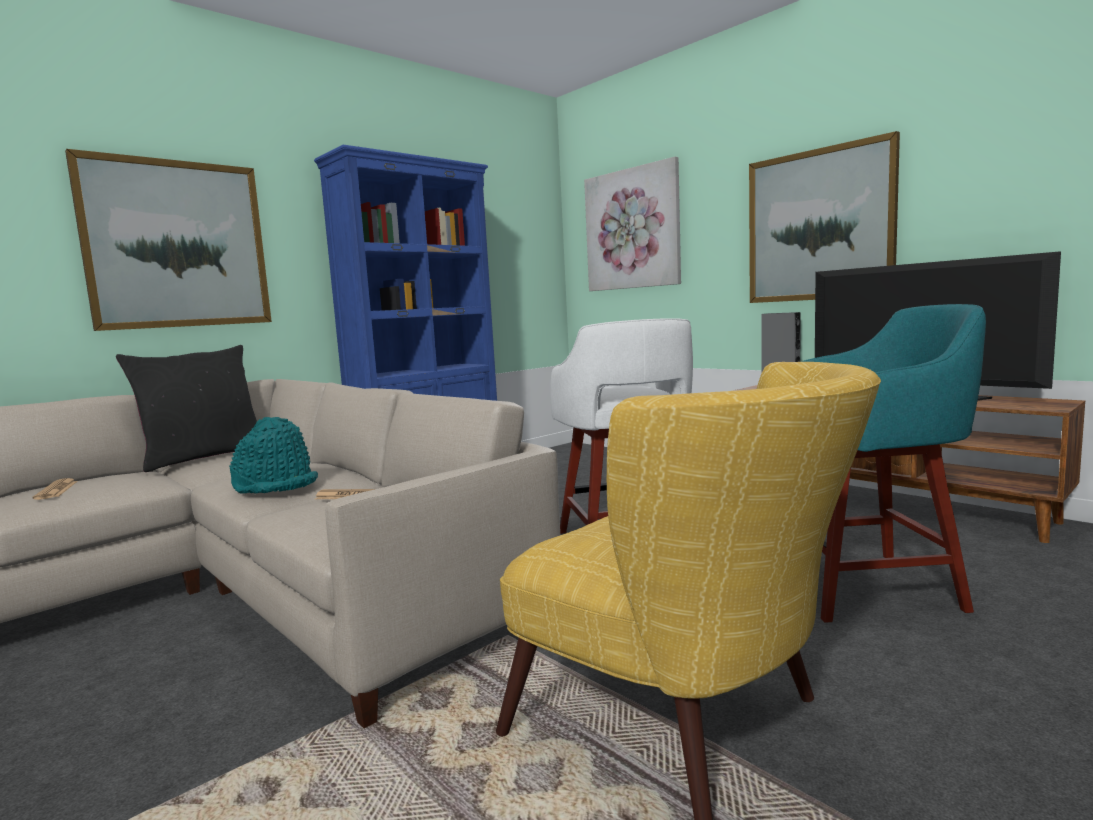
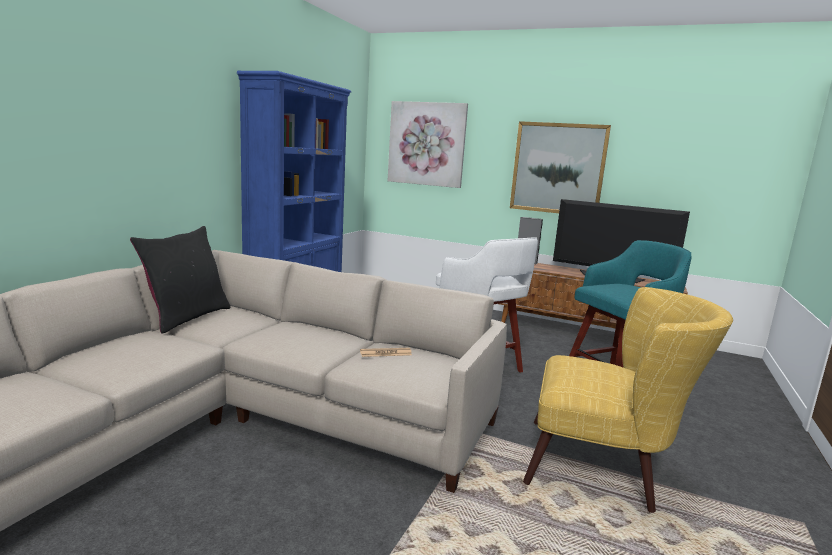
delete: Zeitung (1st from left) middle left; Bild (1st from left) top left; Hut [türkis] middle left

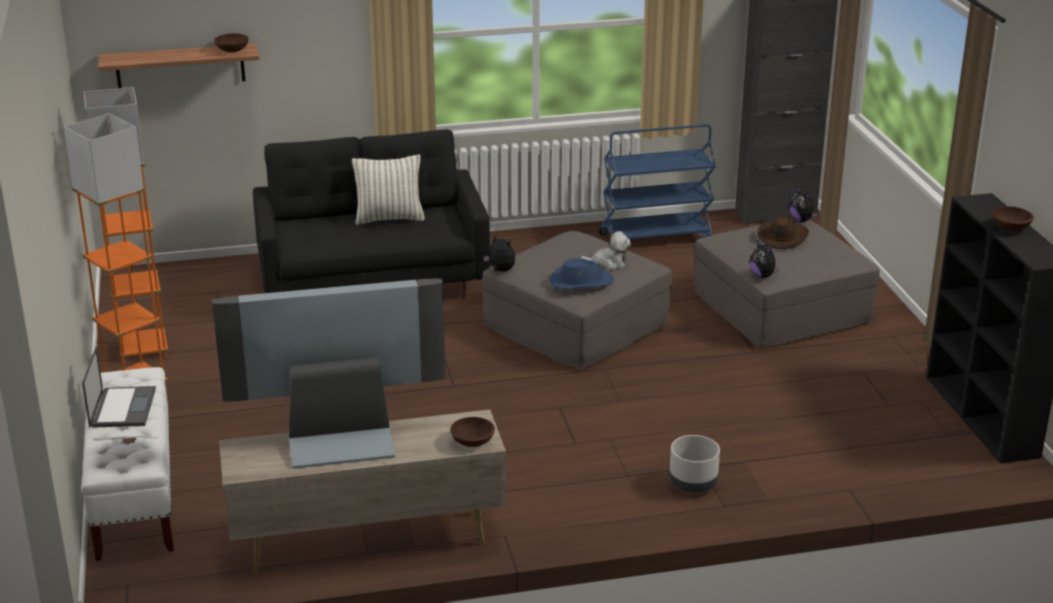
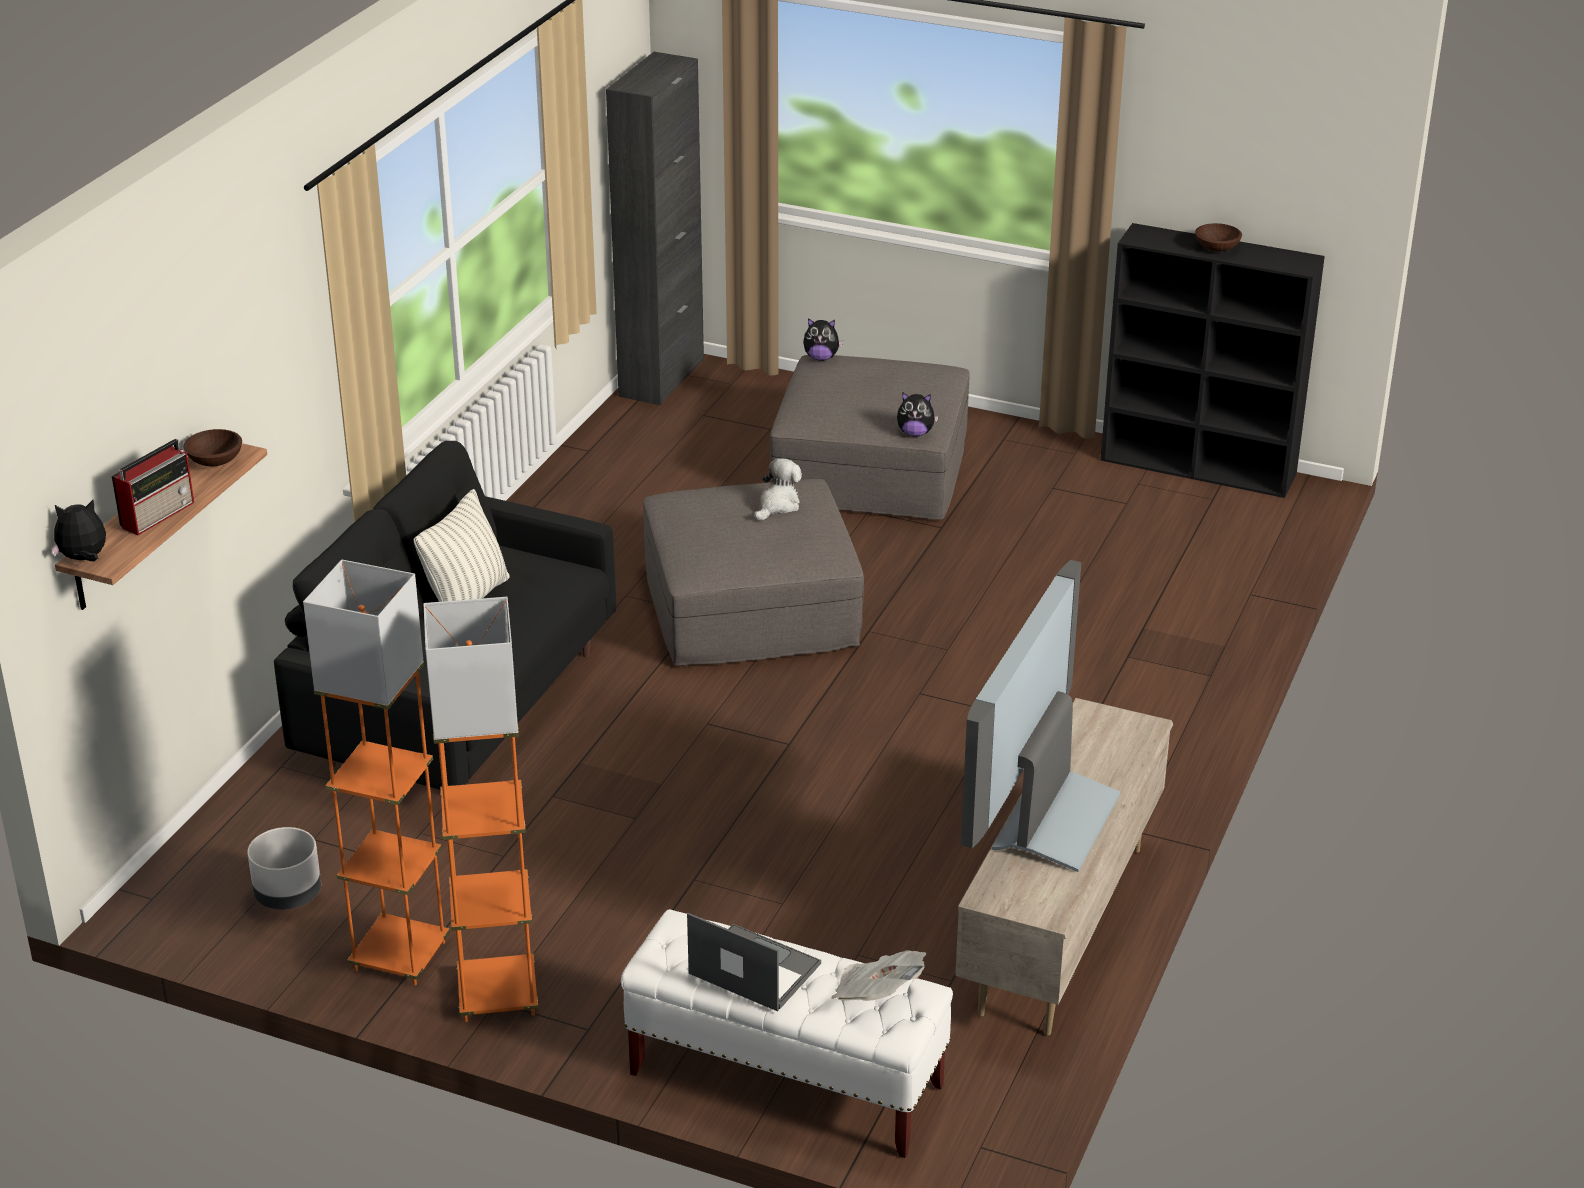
delete: Schüssel [braun] (2nd from left) bottom centre; Hut [blau] centre; Rollwagen [blau] top centre; Hut [braun] middle right
insert: Radio middle left
move: Plüschtier (1st from left) centre to middle left; Pflanzkübel [grau] bottom centre to bottom left

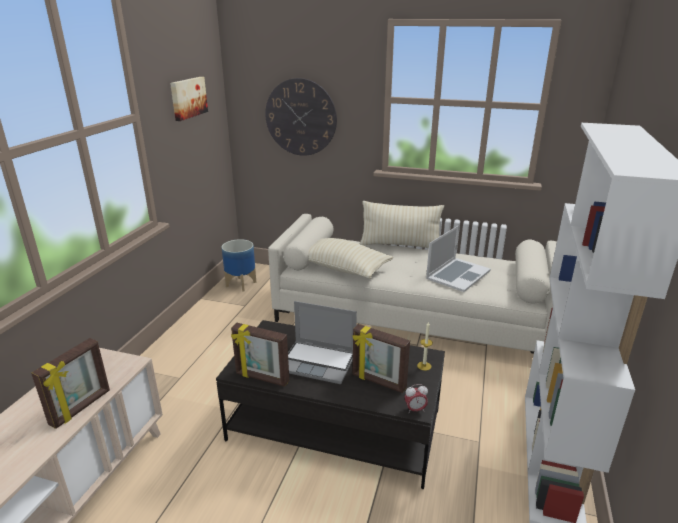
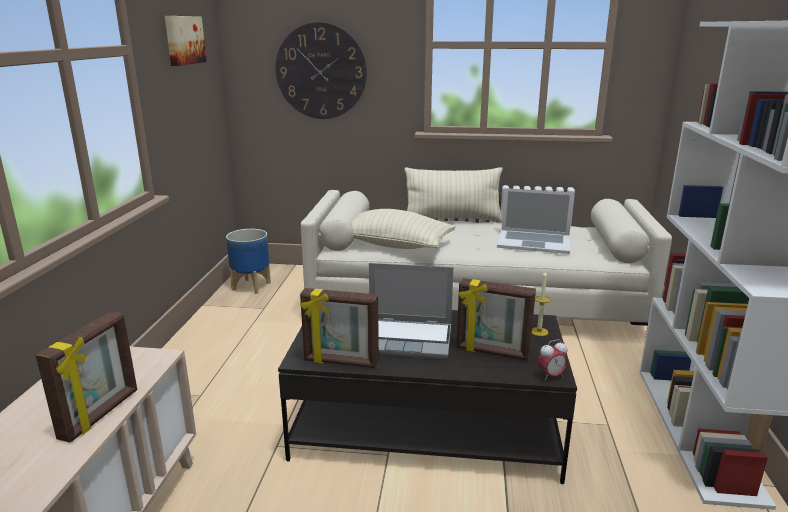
rotate: Laptop (2nd from left) middle right = middle right 75 degrees clockwise

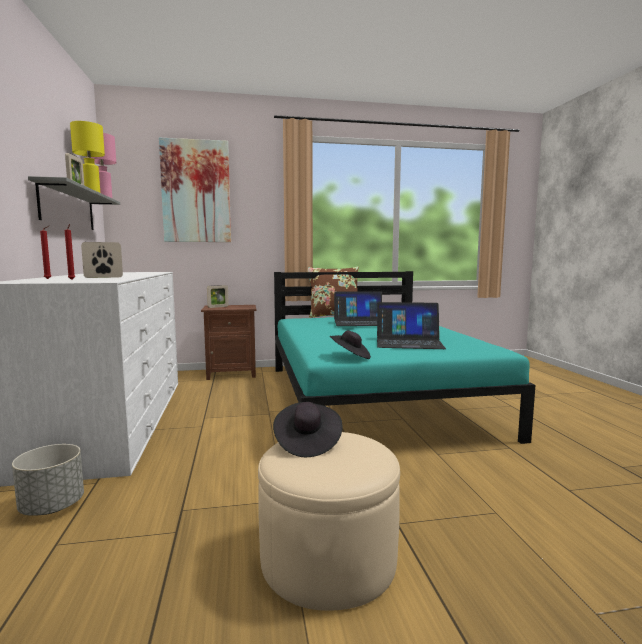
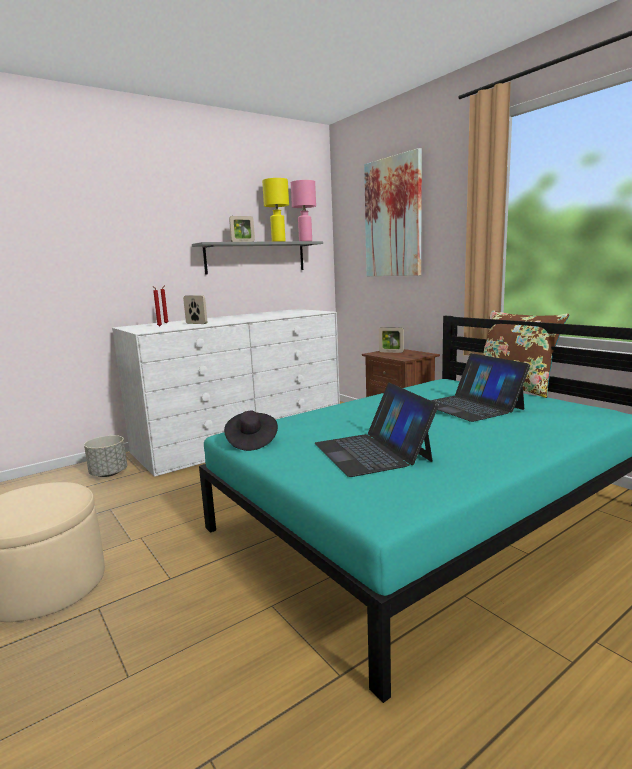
delete: Hut [schwarz] (1st from left) centre

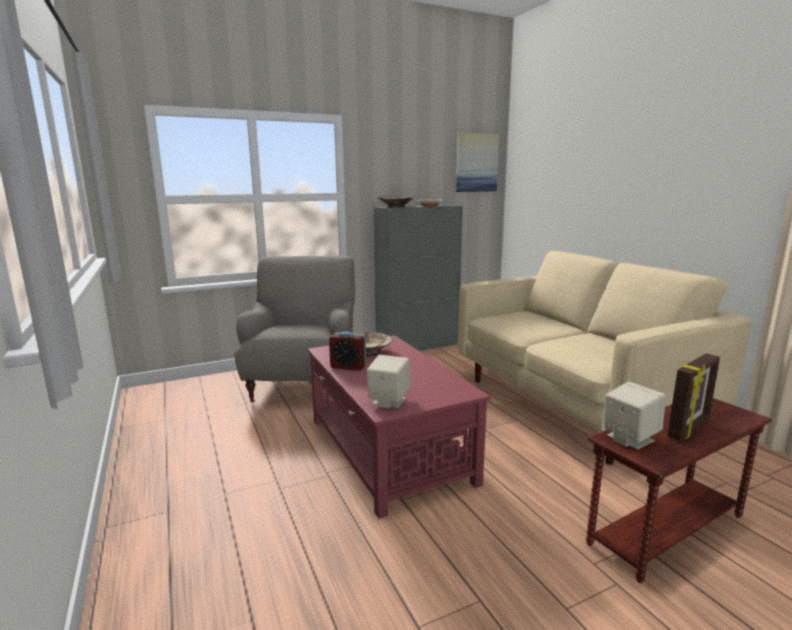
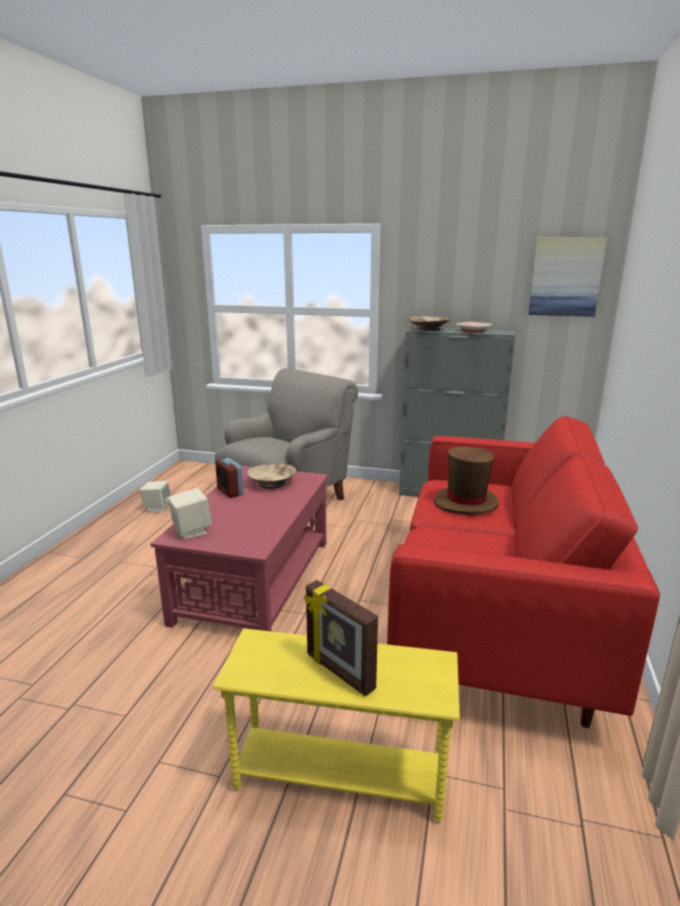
insert: Hut [braun] middle right
move: Lautsprecher [beige] (2nd from left in the first image) middle right to Lautsprecher [beige] (1st from left) middle left
recolor: Beistelltisch [braun] bottom right to Beistelltisch [gelb] bottom centre; Sofa [beige] middle right to Sofa [rot] middle right
rotate: Bilderrahmen middle right = bottom centre 45 degrees clockwise

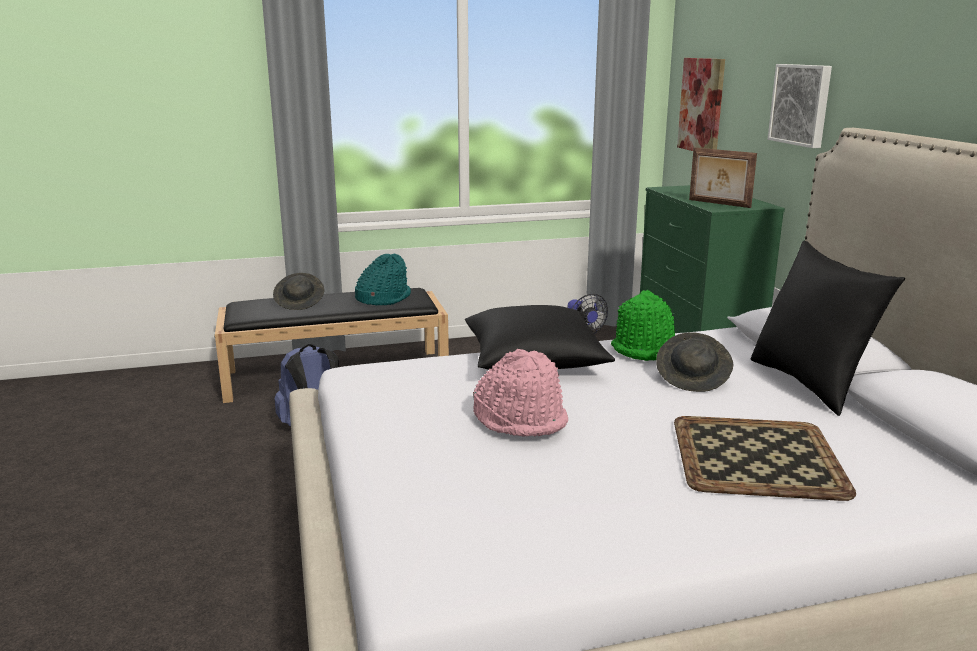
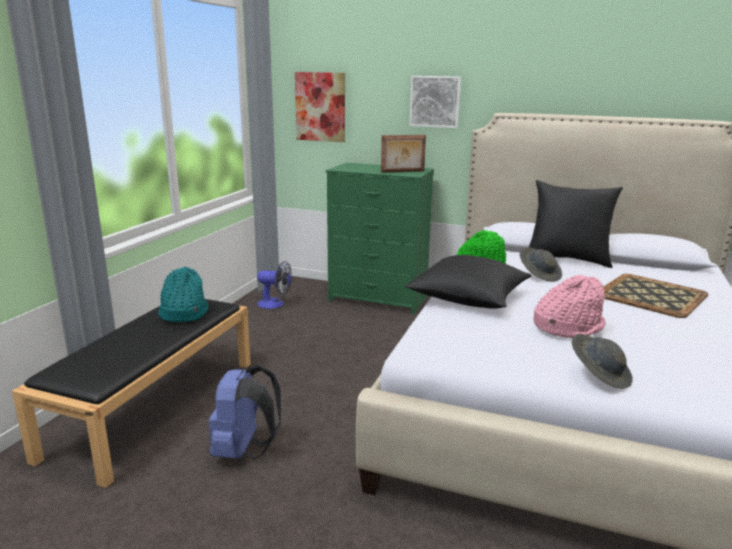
move: Hut [grau] (1st from left in the first image) middle left to Hut [grau] (2nd from left) middle right

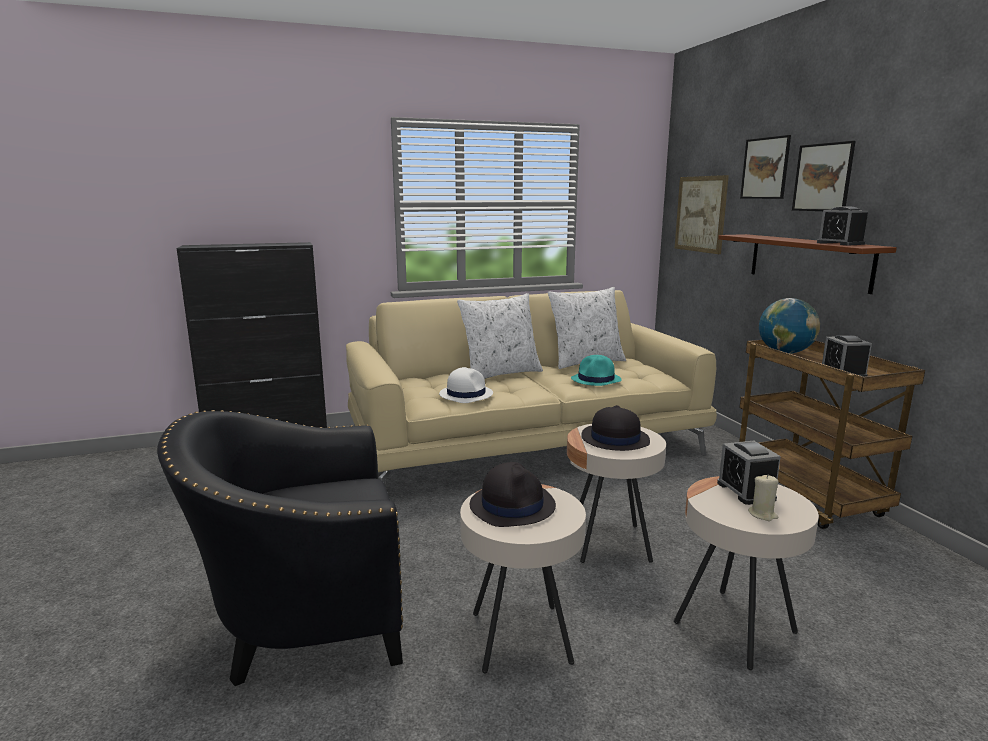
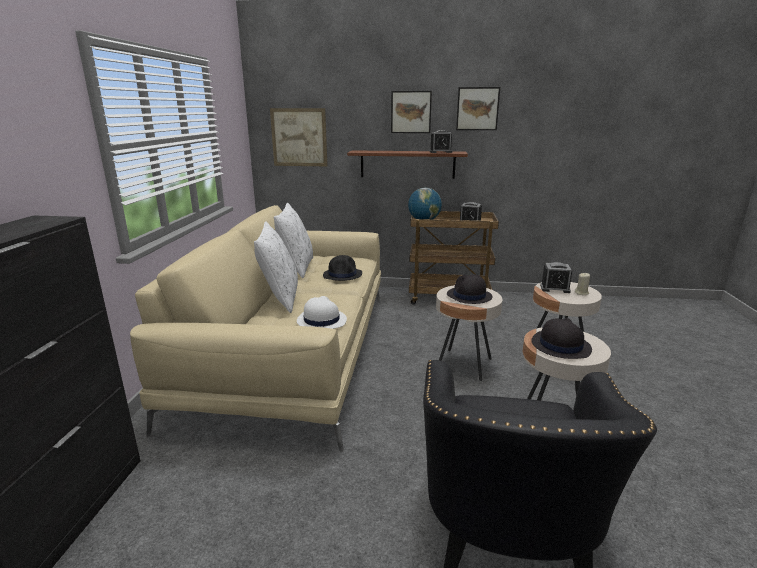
move: Bild (2nd from left in the first image) top right to Bild (3rd from left) top centre
recolor: Hut [türkis] centre to Hut [schwarz] (1st from left) centre

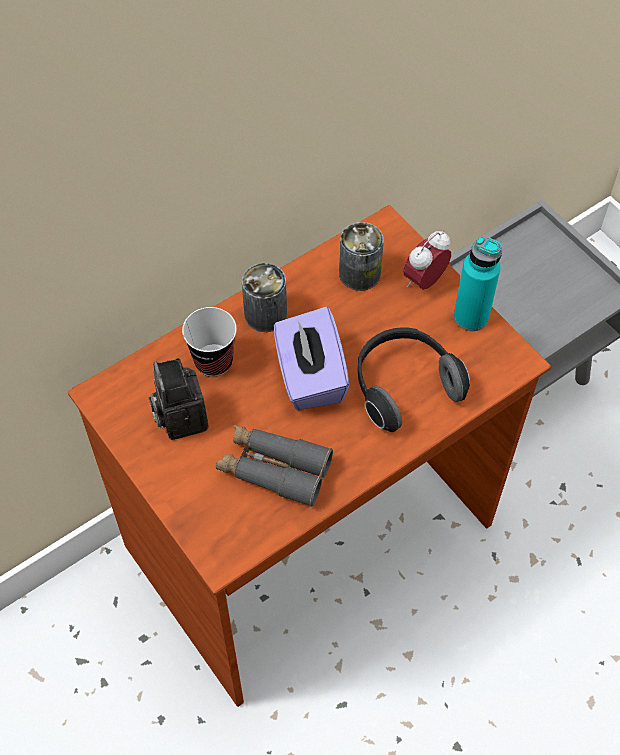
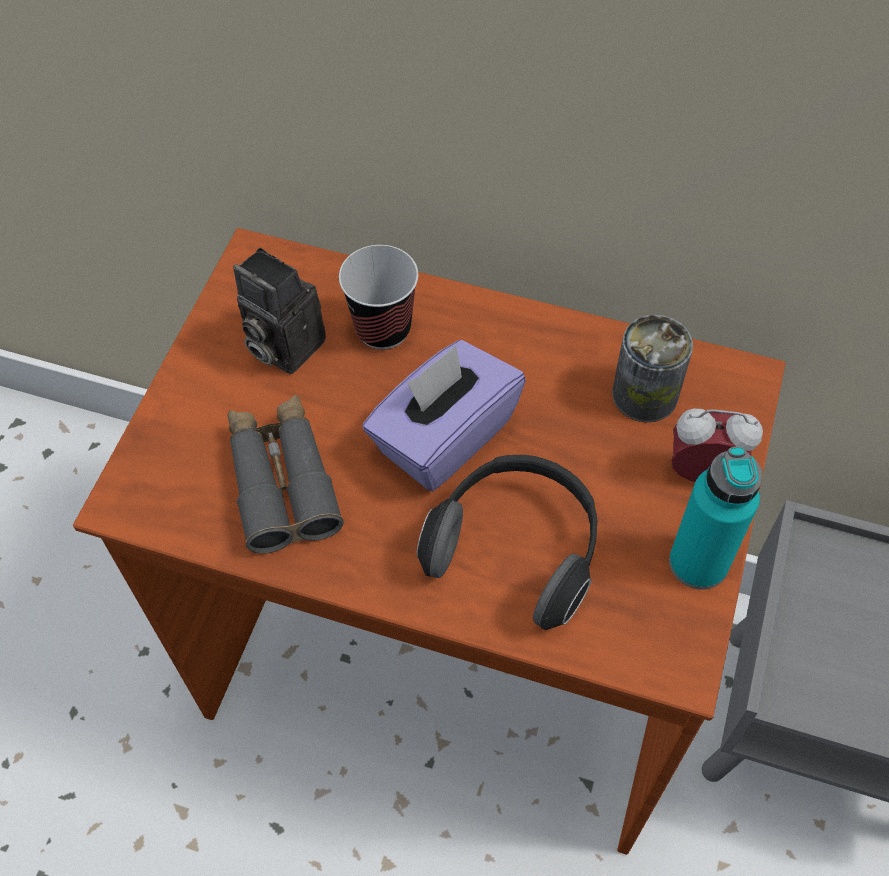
delete: Dose (1st from left) centre
rotate: Kamera middle left = middle left 90 degrees counterclockwise

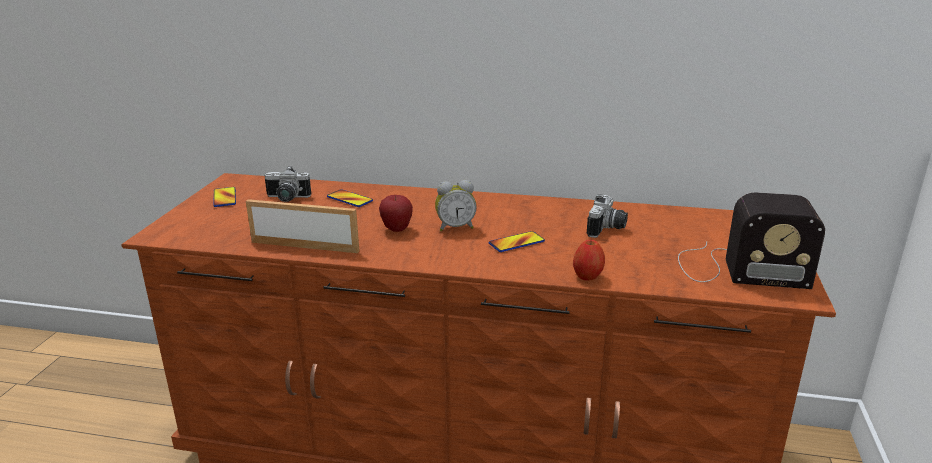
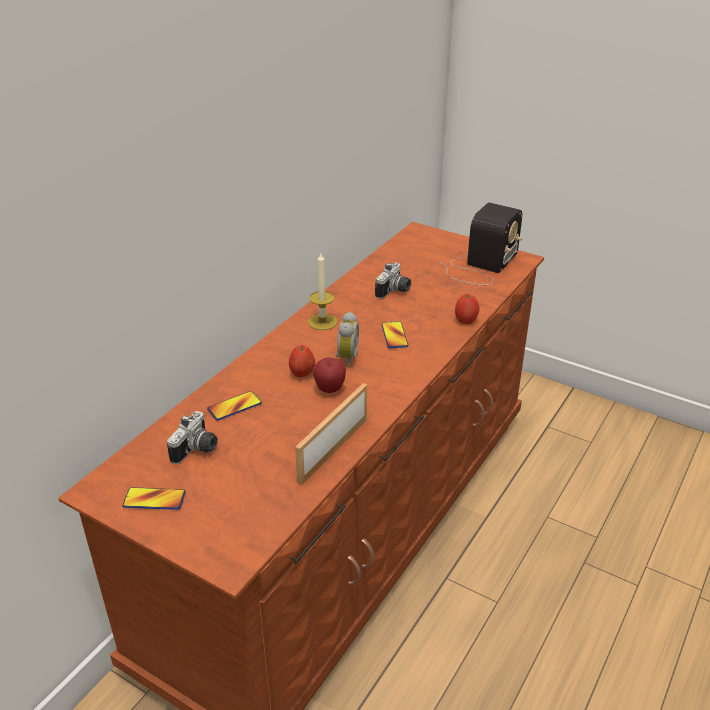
insert: Apfel (1st from left) centre; Kerze centre
rotate: Kamera (2nd from left) centre = centre 75 degrees clockwise

